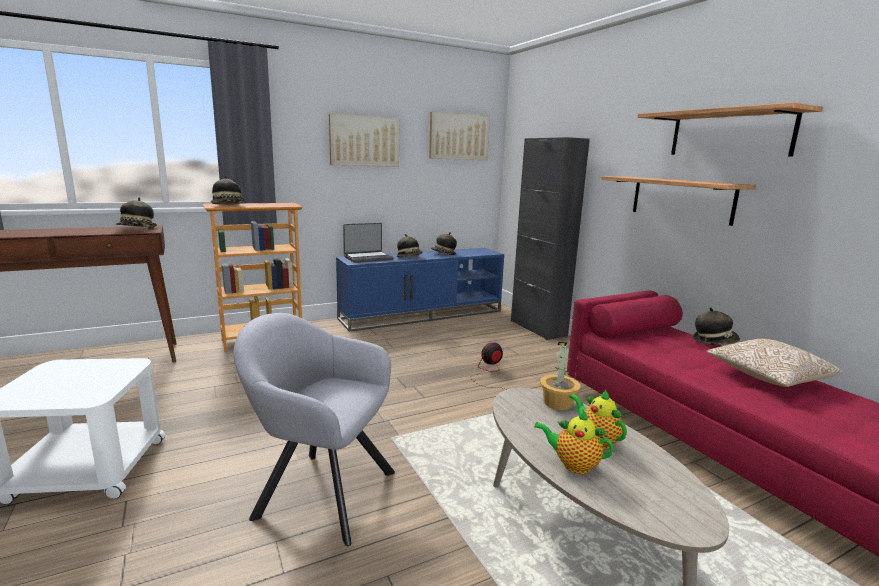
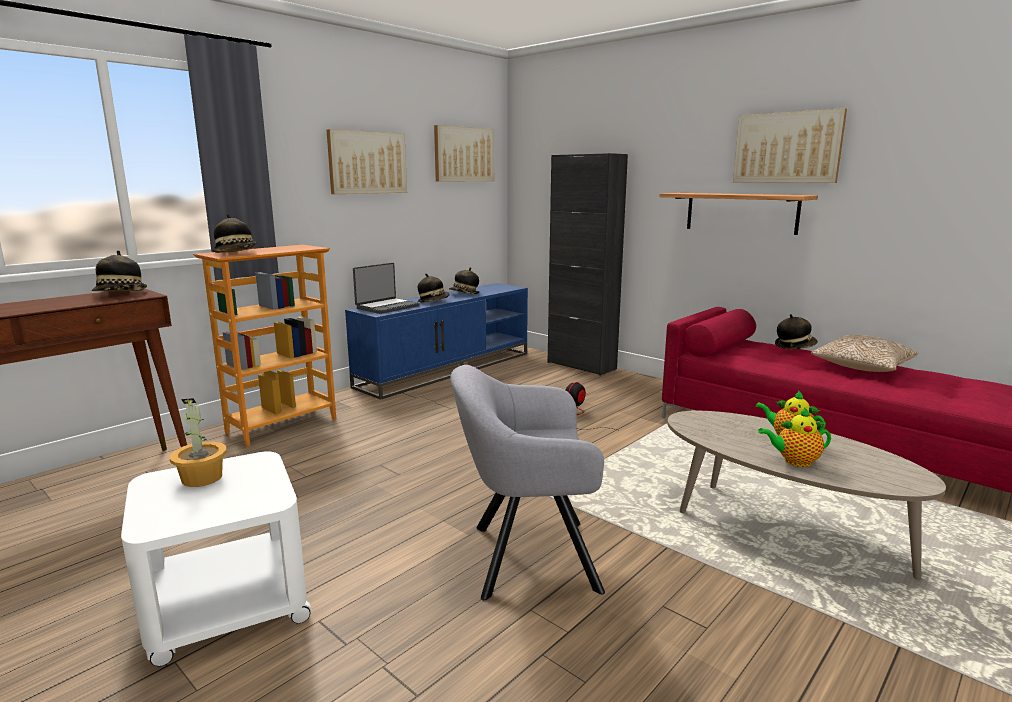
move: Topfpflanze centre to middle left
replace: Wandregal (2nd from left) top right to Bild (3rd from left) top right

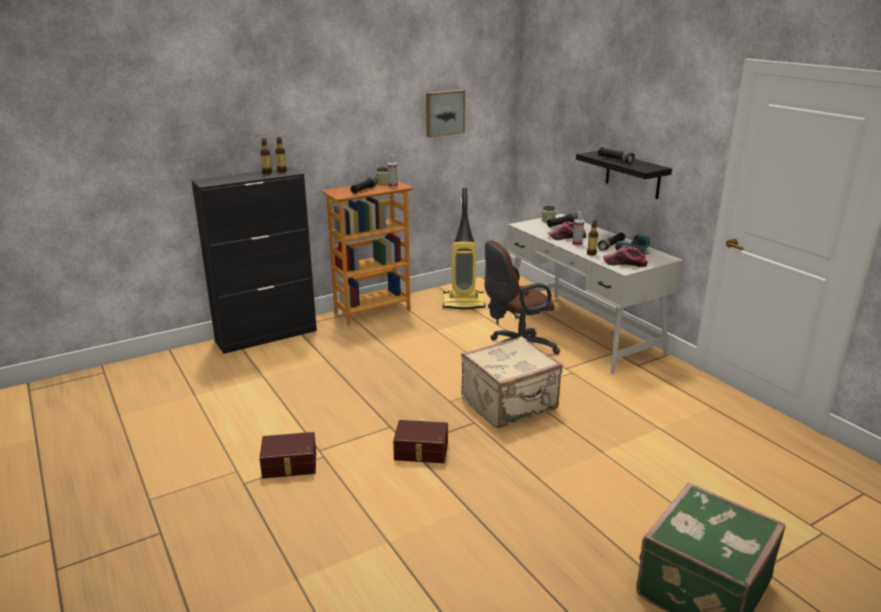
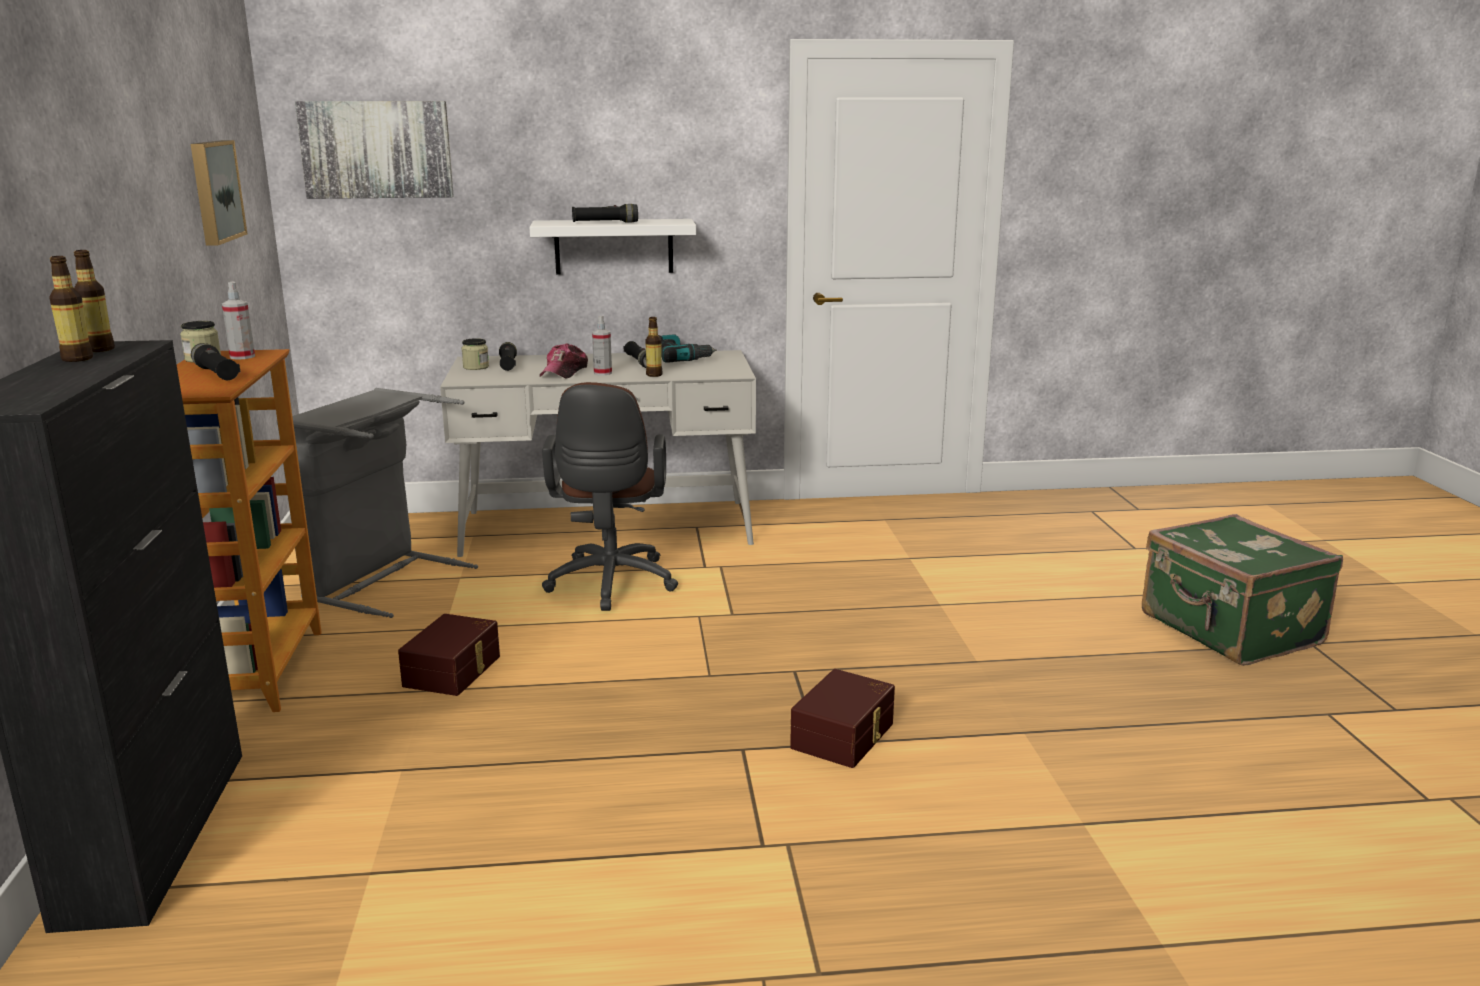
delete: Koffer [beige] centre; Kappe (2nd from left) middle right
insert: Bild (2nd from left) top left
move: Aufbewahrungsbox [braun] (1st from left) bottom left to middle left
replace: Staubsauger centre to Wäschekorb [grau] middle left
recolor: Wandregal [schwarz] top right to Wandregal [weiß] top centre

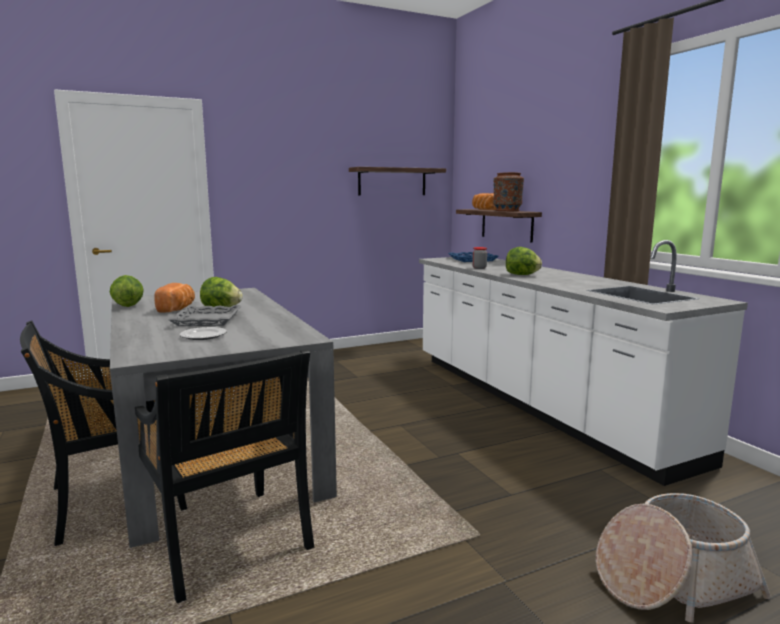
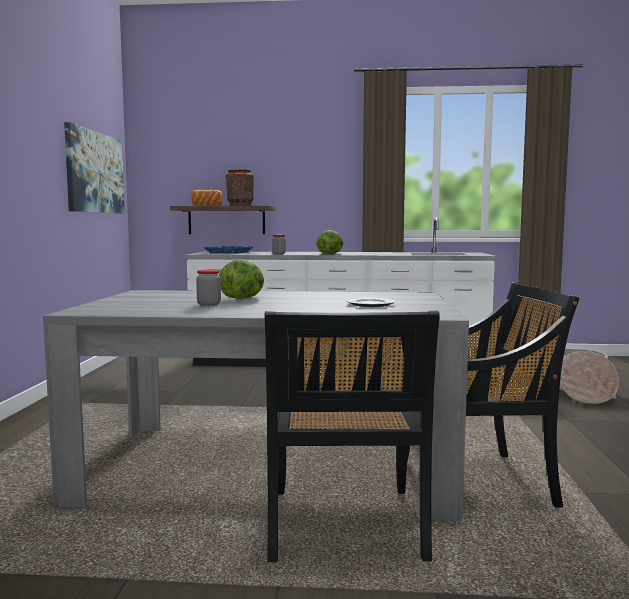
delete: Salatkopf (1st from left) middle left; Tablett [grau] middle left
replace: Wandregal (1st from left) top centre to Bild top left; Brot (1st from left) middle left to Vorratsglas (1st from left) middle left

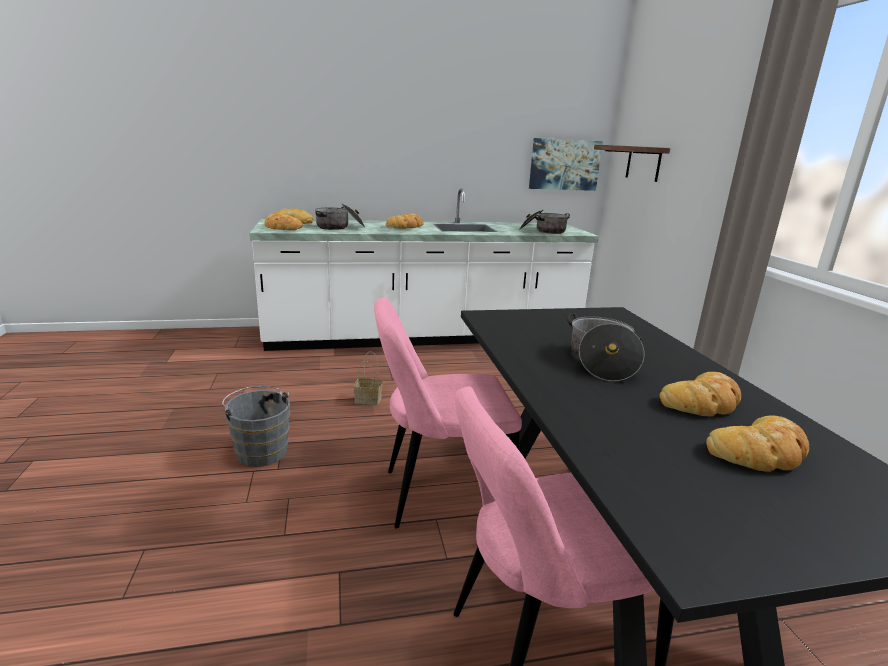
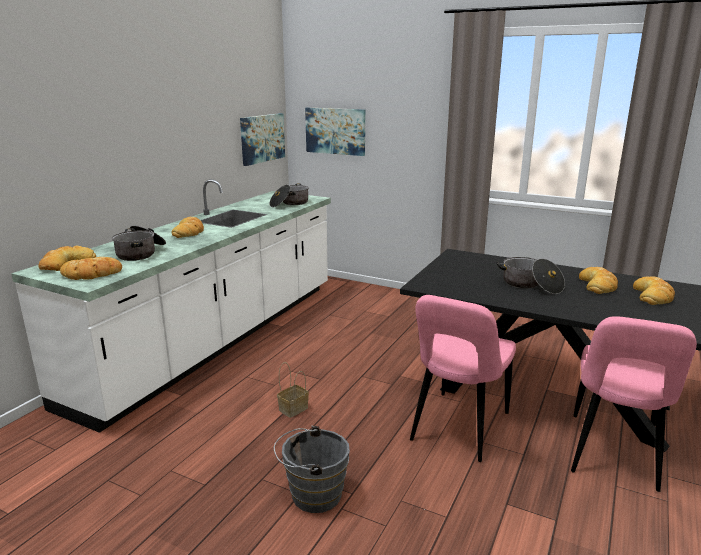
replace: Wandregal top right to Bild (2nd from left) top centre

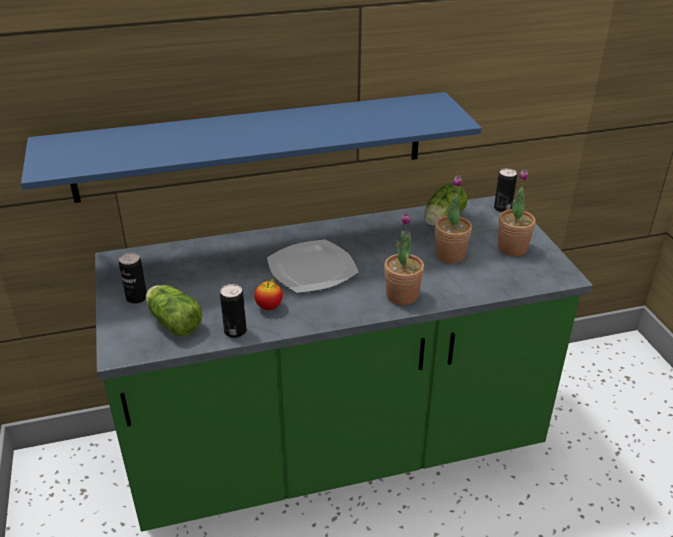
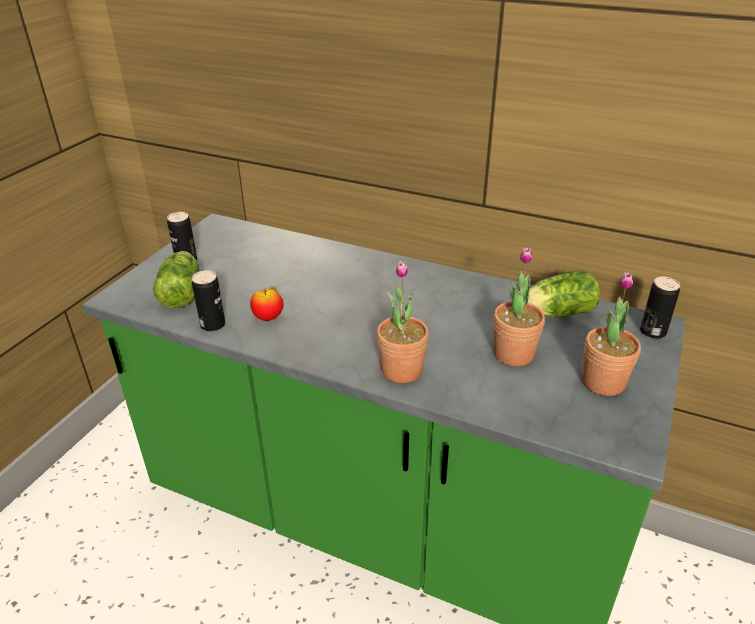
delete: Wandregal [blau] top centre; Teller centre

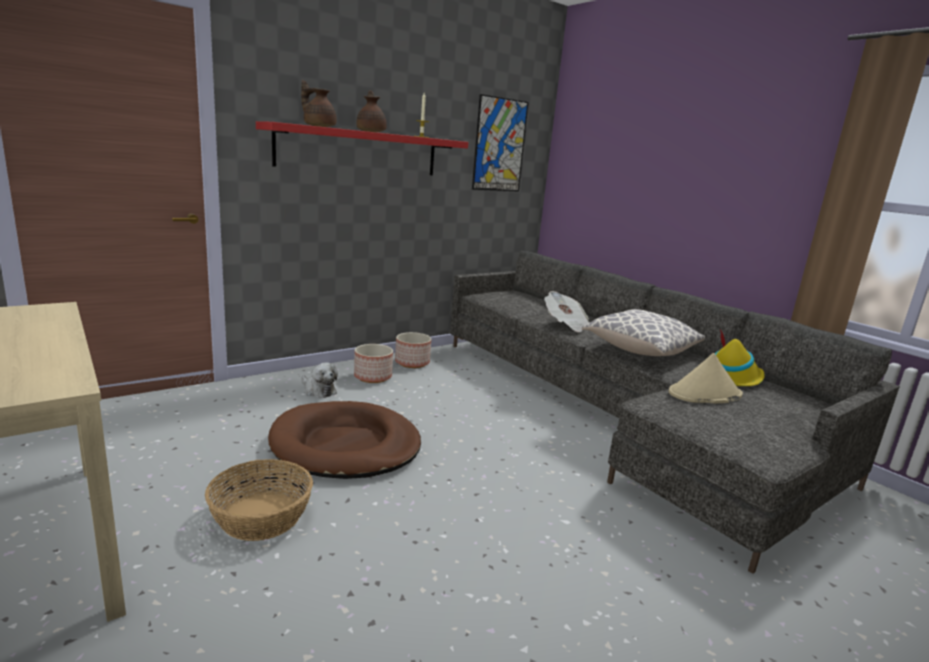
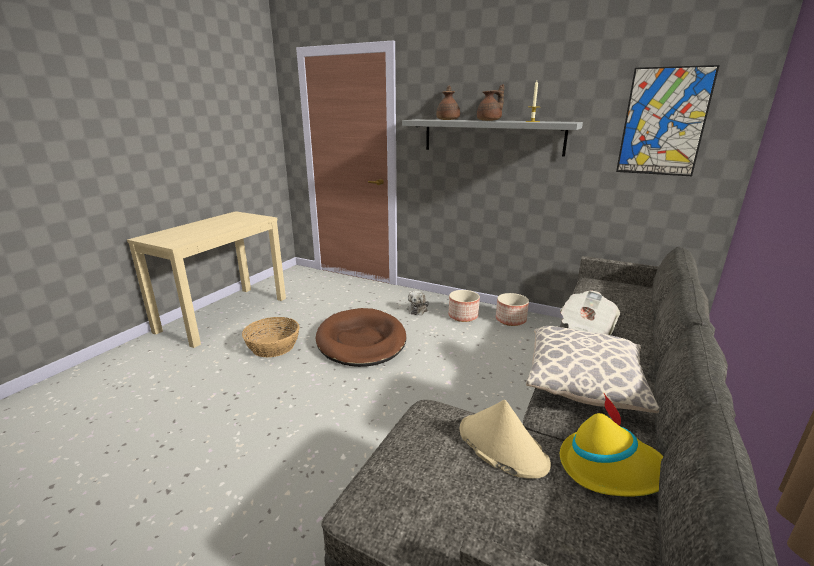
recolor: Wandregal [rot] top centre to Wandregal [grau] top centre

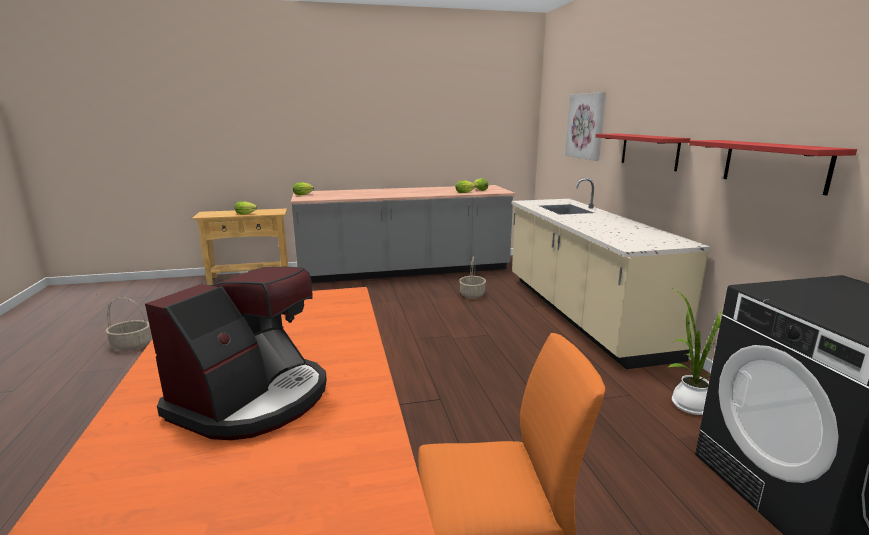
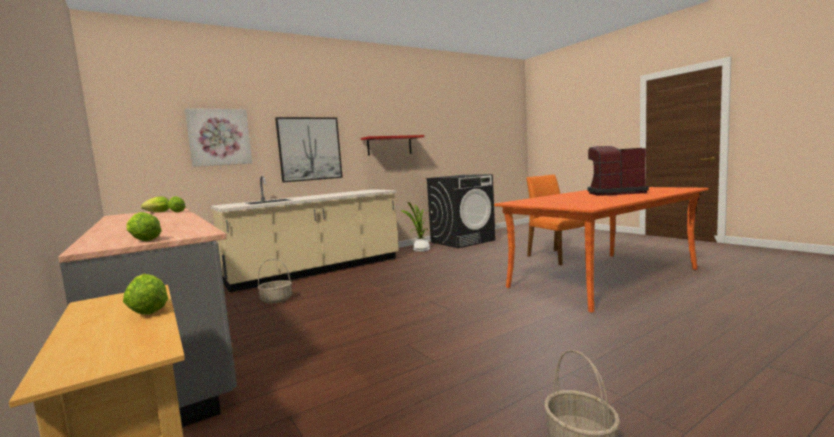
replace: Wandregal [rot] (1st from left) top right to Bild (2nd from left) centre

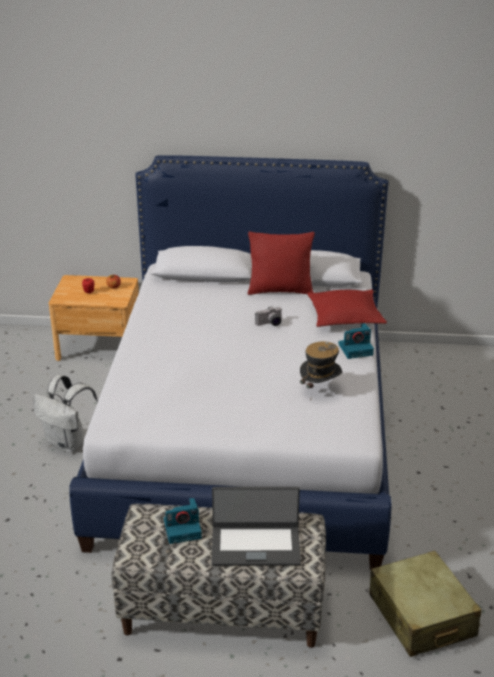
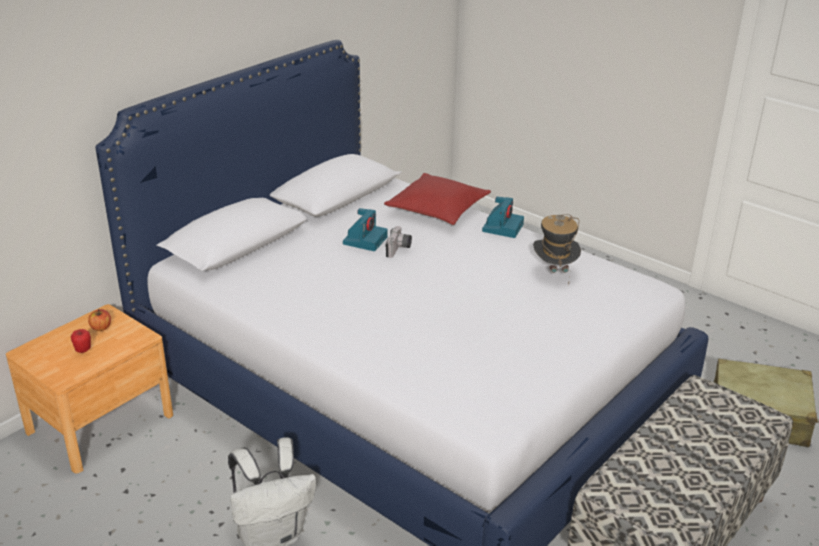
delete: Laptop bottom centre; Kissen [rot] (1st from left) centre
move: Kamera (1st from left) bottom centre to centre

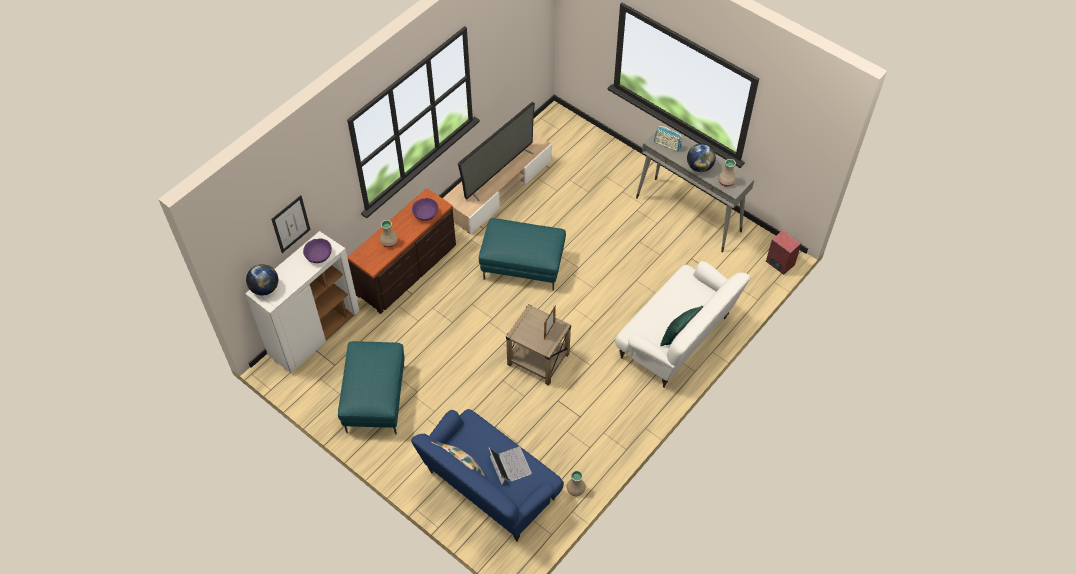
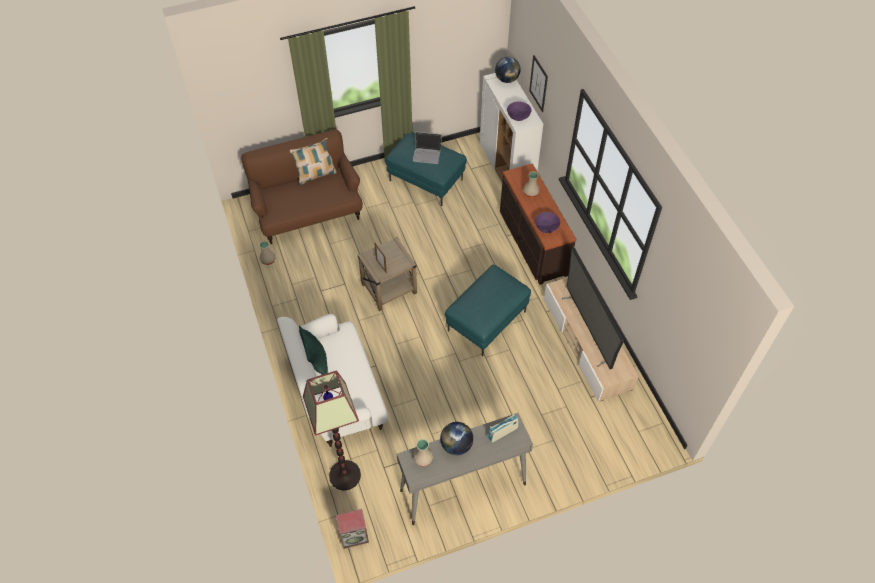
insert: Stehlampe bottom centre
move: Laptop bottom centre to top centre
recolor: Sofa [blau] bottom centre to Sofa [braun] top centre

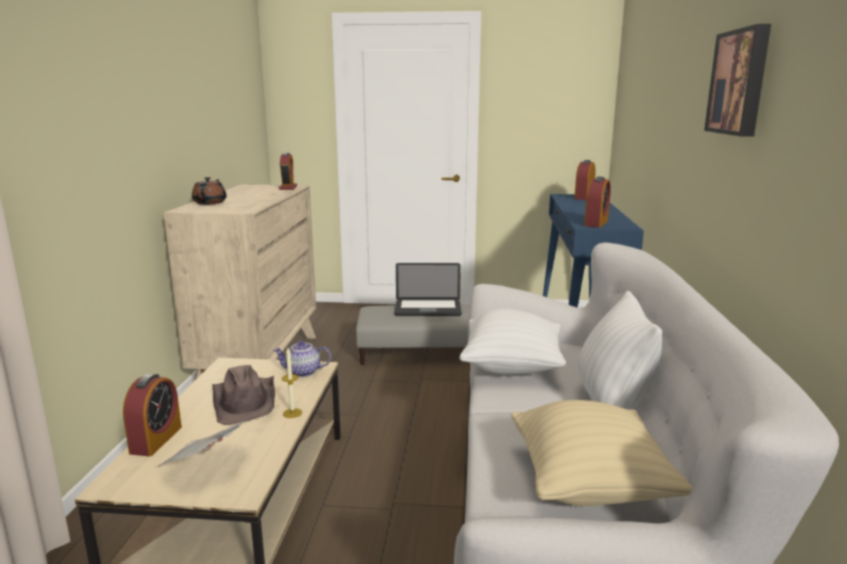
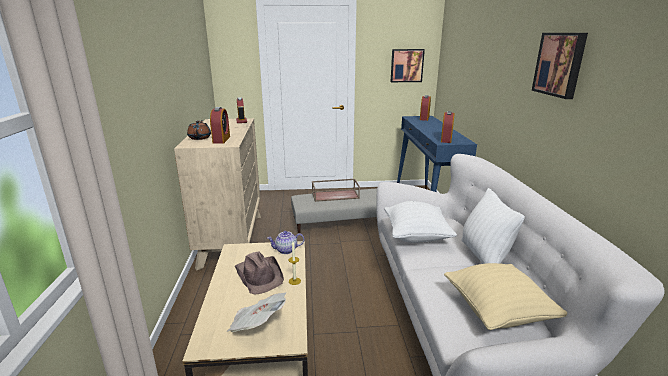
insert: Bild (1st from left) top centre
move: Wecker (1st from left) bottom left to top left
replace: Laptop centre to Tablett [braun] centre

